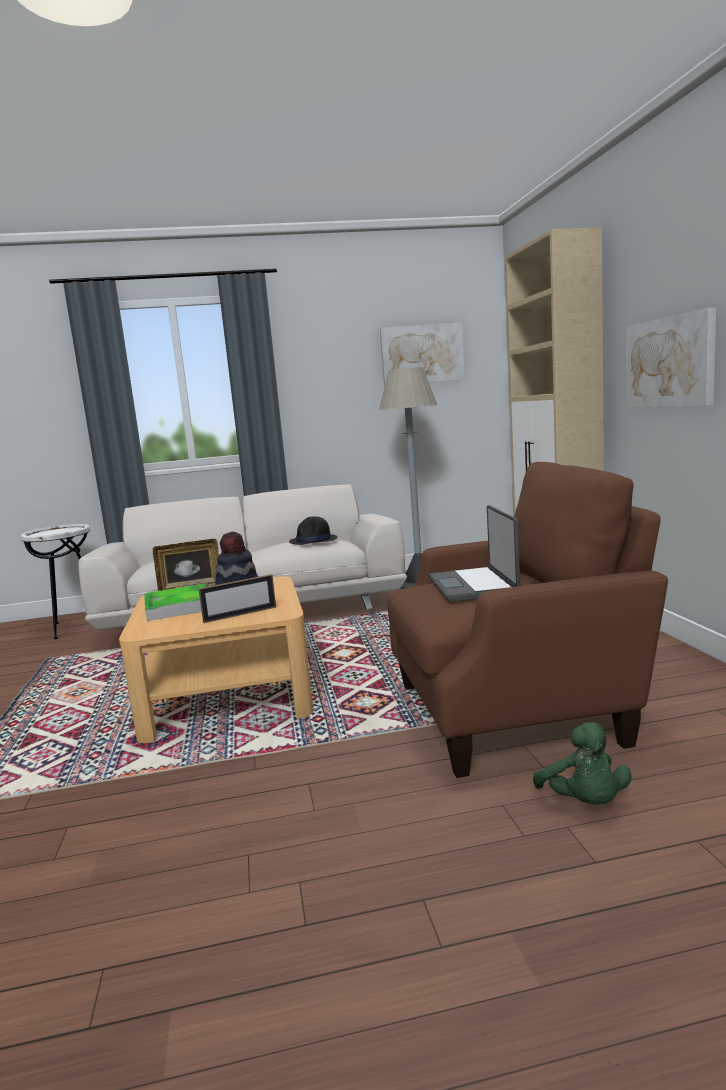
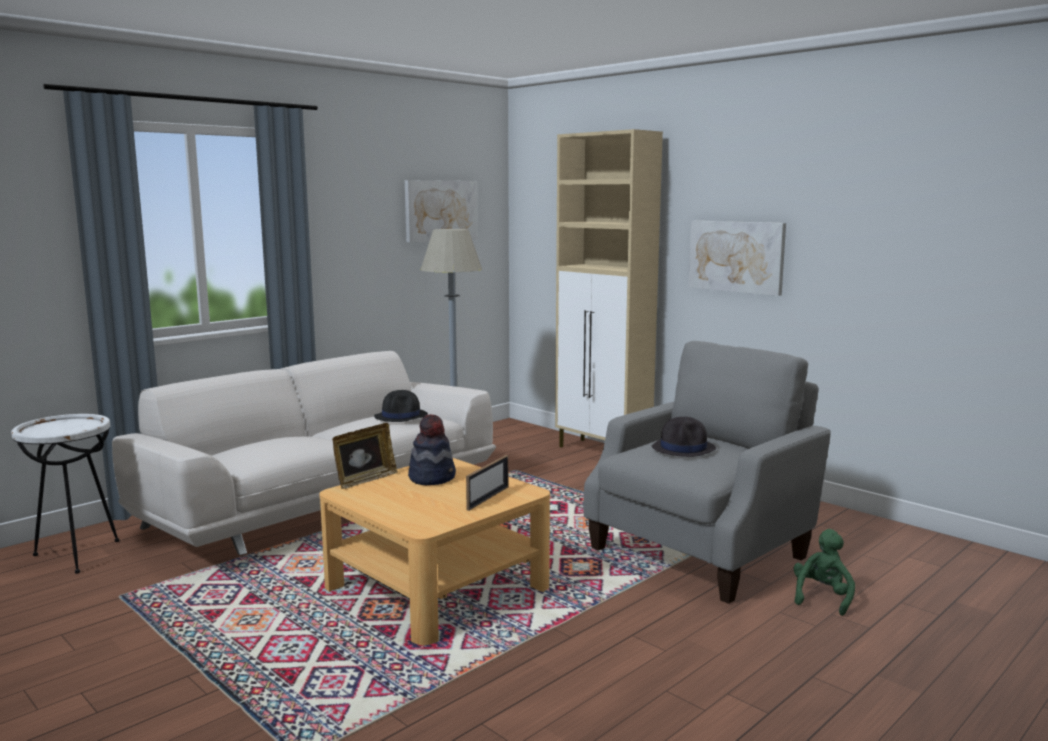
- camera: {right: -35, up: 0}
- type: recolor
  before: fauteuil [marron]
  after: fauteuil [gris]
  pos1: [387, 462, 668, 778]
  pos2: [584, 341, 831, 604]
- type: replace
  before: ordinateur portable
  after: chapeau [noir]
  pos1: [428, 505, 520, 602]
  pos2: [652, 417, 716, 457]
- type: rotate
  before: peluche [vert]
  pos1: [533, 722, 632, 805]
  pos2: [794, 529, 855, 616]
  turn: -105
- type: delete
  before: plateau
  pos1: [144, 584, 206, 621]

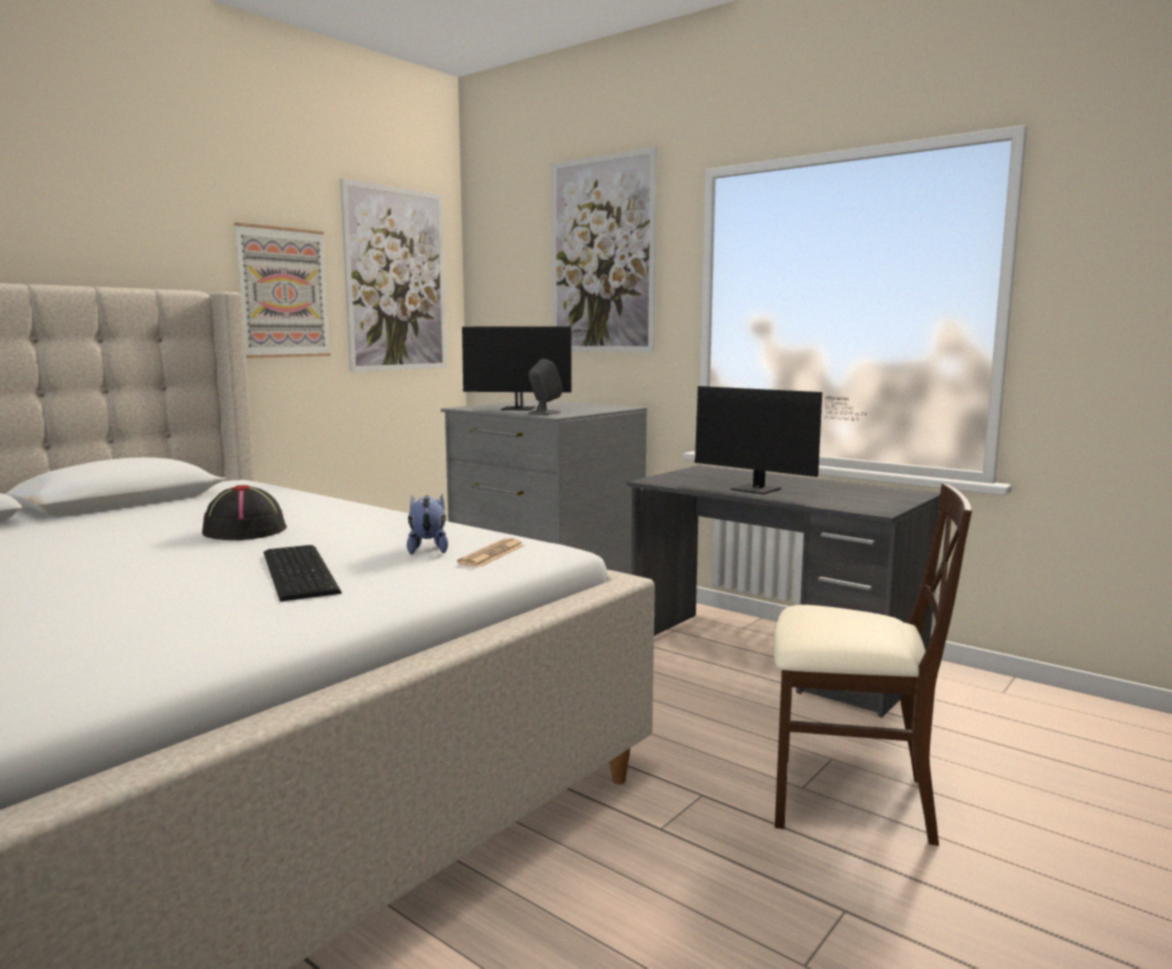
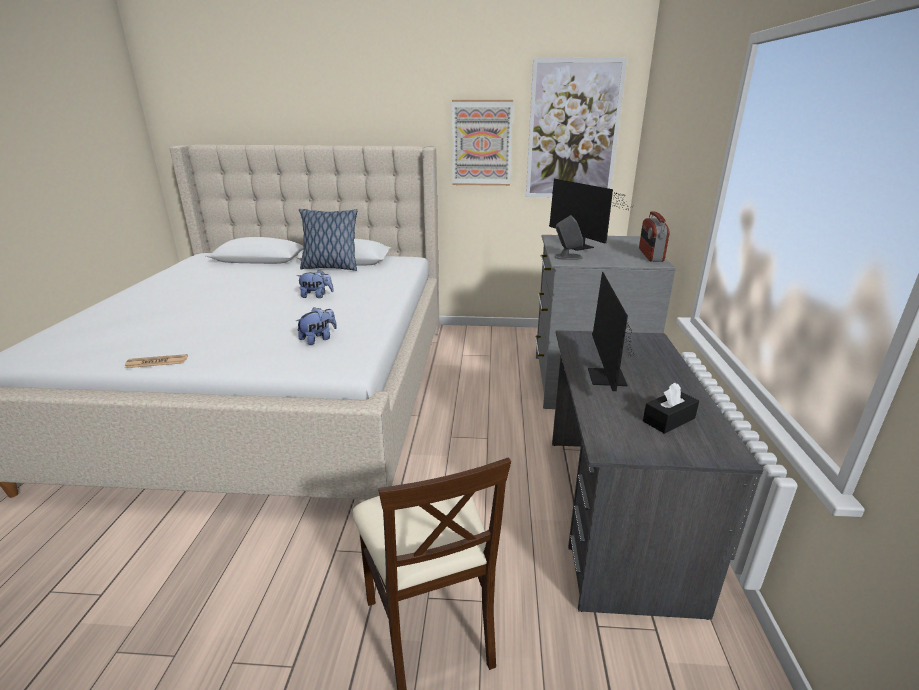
- camera: {right: 55, up: 15}
- type: move
  before: journal
  pos1: [457, 538, 525, 567]
  pos2: [125, 354, 188, 368]
- type: replace
  before: chapeau [noir]
  after: peluche
  pos1: [202, 485, 287, 540]
  pos2: [297, 270, 334, 298]
- type: insert
  after: coussin
  pos2: [299, 209, 357, 271]
- type: insert
  after: radio
  pos2: [639, 211, 670, 262]
- type: insert
  after: boîte à mouchoirs [noir]
  pos2: [643, 382, 699, 434]
- type: delete
  before: clavier
  pos1: [264, 545, 342, 602]
- type: delete
  before: tableau
  pos1: [551, 147, 658, 353]

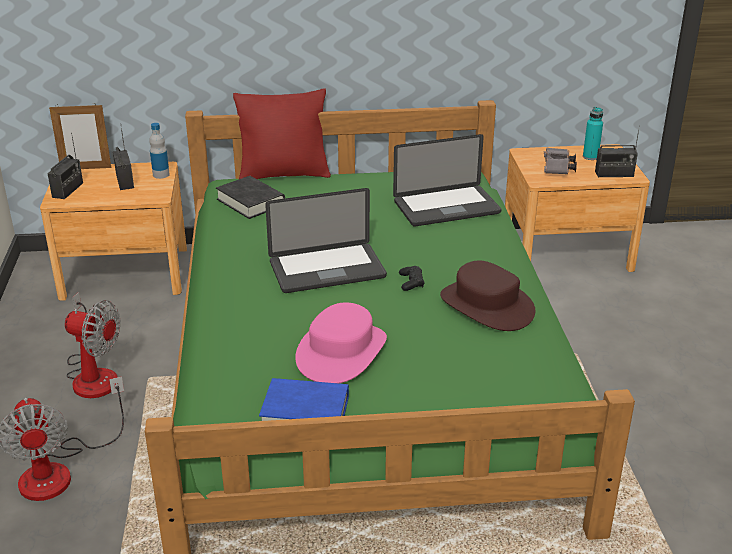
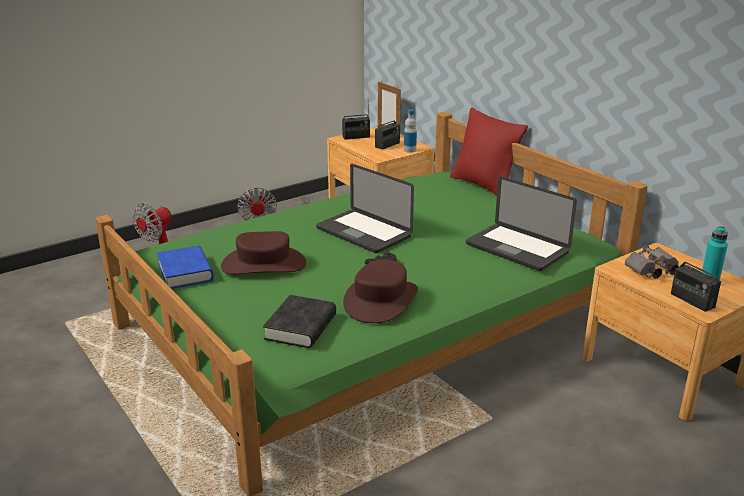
- camera: {right: 60, up: -5}
- type: recolor
  before: chapeau [rose]
  after: chapeau [marron]
  pos1: [295, 302, 387, 383]
  pos2: [221, 231, 306, 274]
- type: move
  before: livre [noir]
  pos1: [216, 176, 285, 219]
  pos2: [263, 295, 336, 348]

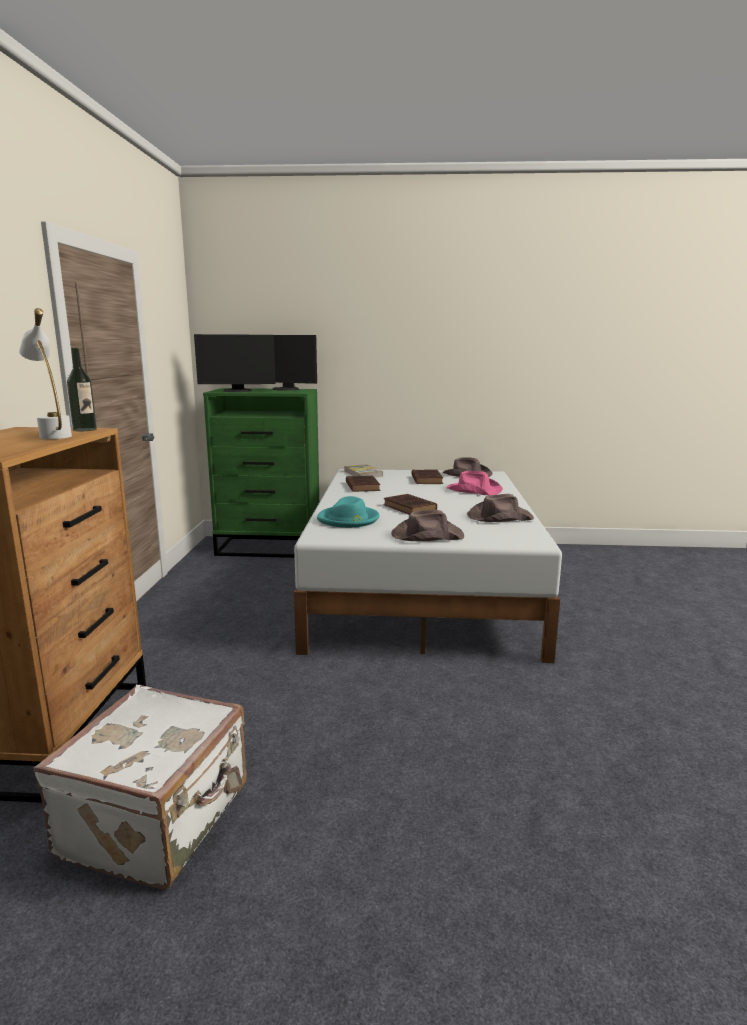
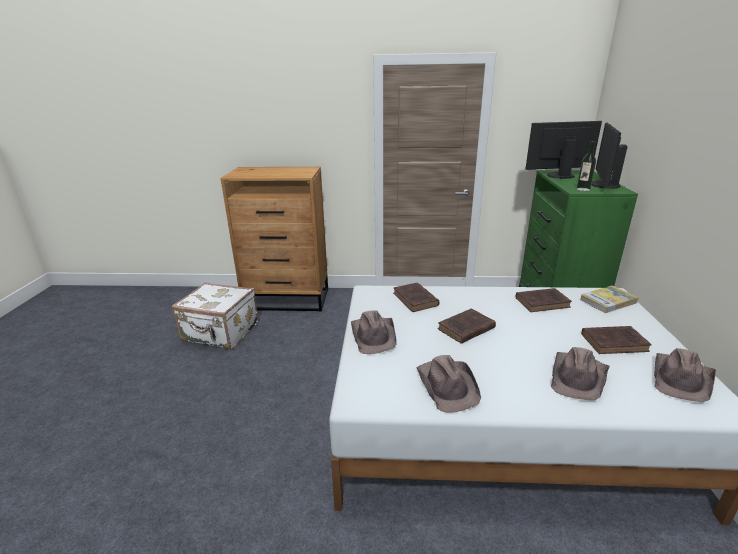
- camera: {right: 90, up: 10}
- type: replace
  before: chapeau [turquoise]
  after: livre [marron]
  pos1: [317, 496, 380, 528]
  pos2: [393, 282, 439, 312]
- type: rotate
  before: écran d'ordinateur
  pos1: [194, 334, 276, 392]
  pos2: [525, 121, 602, 179]
  turn: 90
- type: recolor
  before: chapeau [rose]
  after: chapeau [marron]
  pos1: [447, 471, 503, 495]
  pos2: [551, 347, 610, 401]
- type: move
  before: bouteille
  pos1: [67, 348, 97, 431]
  pos2: [577, 141, 596, 191]
- type: delete
  before: lampe de table [blanc]
  pos1: [19, 308, 72, 439]

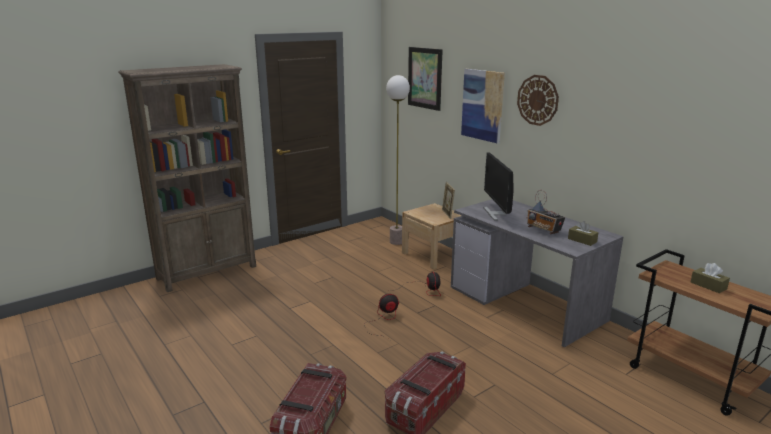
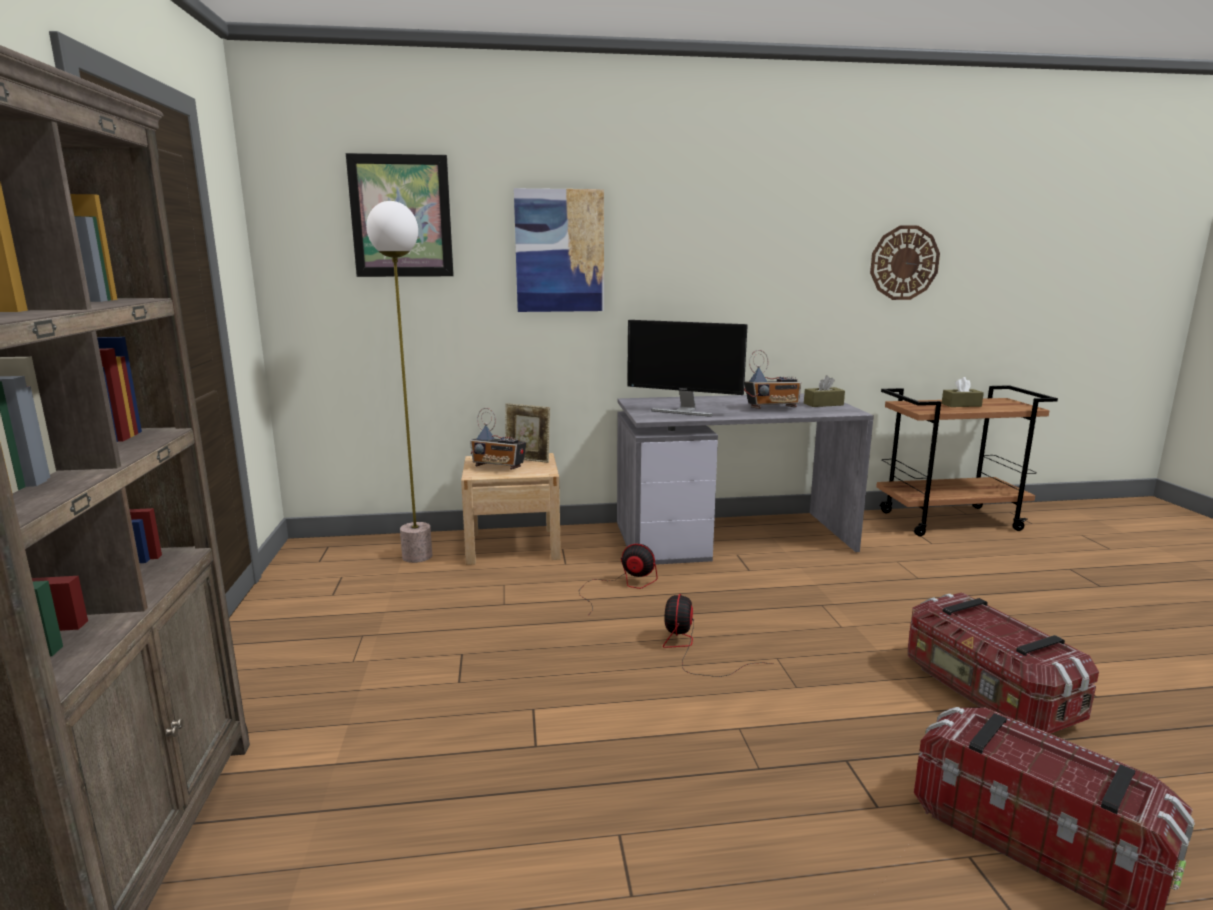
- camera: {right: -60, up: -5}
- type: insert
  after: radio
  pos2: [470, 408, 527, 470]
- type: move
  before: horloge murale
  pos1: [517, 75, 559, 126]
  pos2: [870, 226, 940, 300]

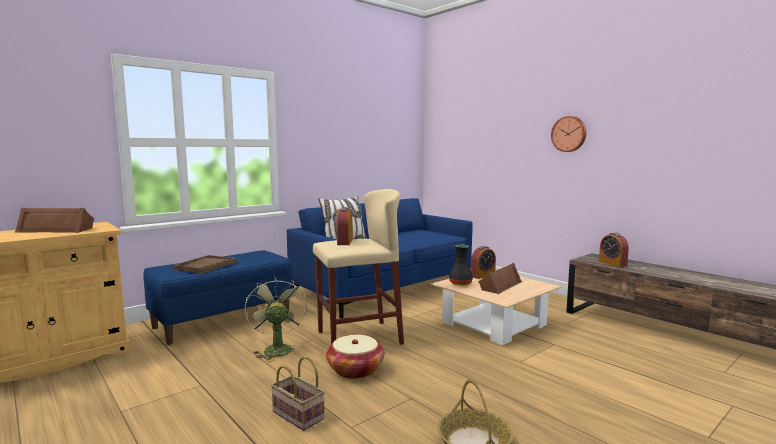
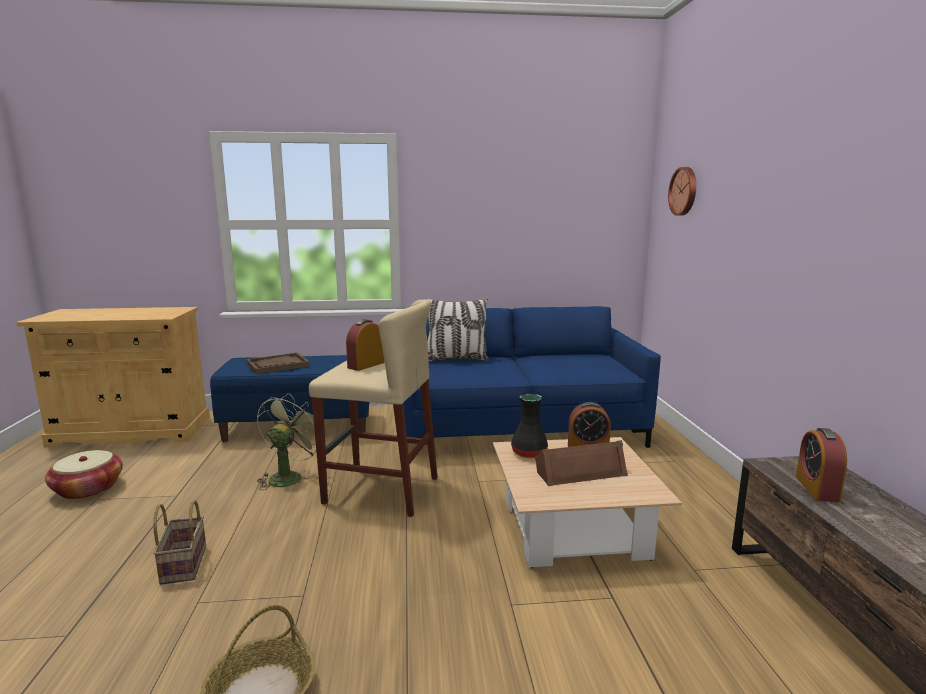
- camera: {right: 35, up: 5}
- type: move
  before: panier
  pos1: [326, 335, 384, 379]
  pos2: [45, 450, 123, 500]
- type: move
  before: horloge murale
  pos1: [551, 116, 586, 152]
  pos2: [668, 167, 696, 216]
- type: delete
  before: enceinte [marron]
  pos1: [15, 208, 94, 233]

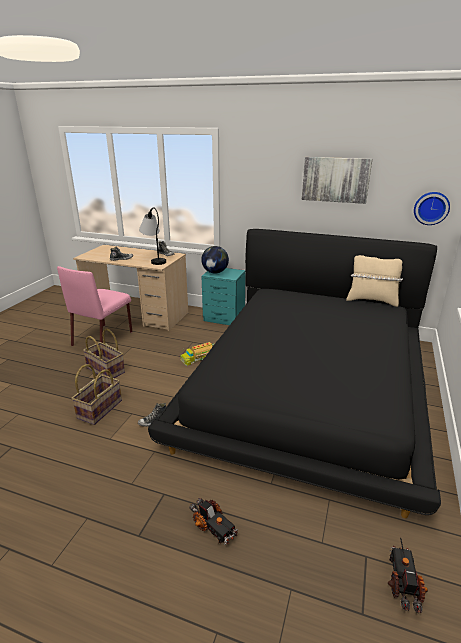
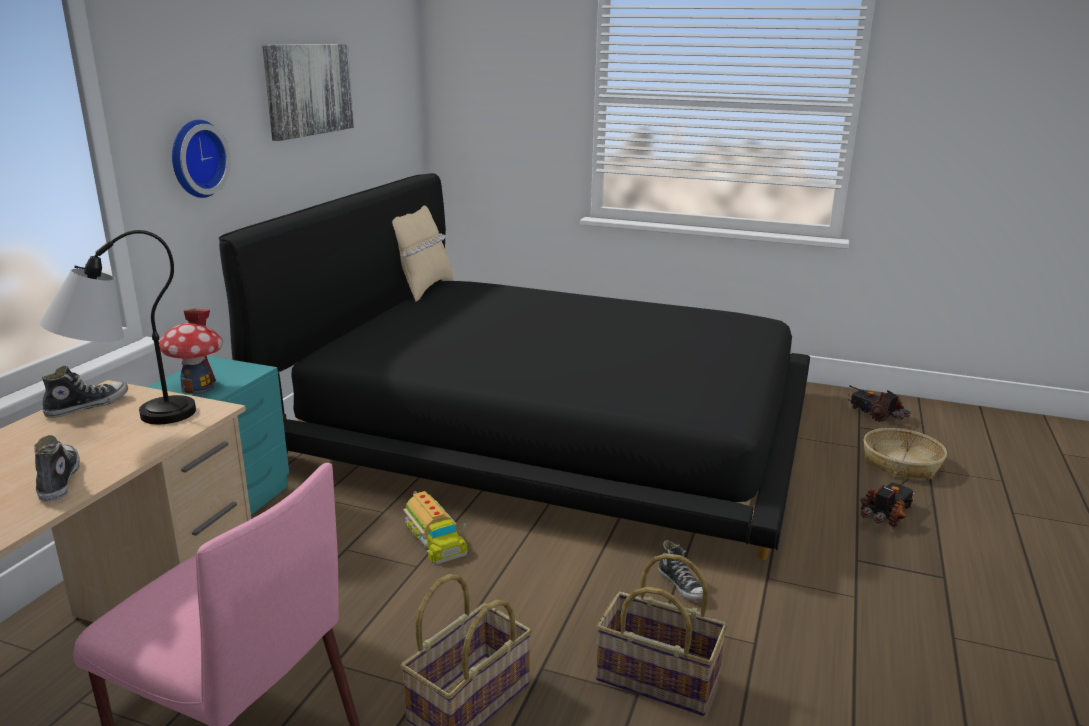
- camera: {right: -90, up: -5}
- type: replace
  before: globe
  after: maison miniature
  pos1: [201, 246, 229, 273]
  pos2: [159, 308, 223, 394]
- type: move
  before: horloge murale
  pos1: [414, 192, 450, 225]
  pos2: [172, 120, 231, 198]
- type: rotate
  before: camion jouet
  pos1: [388, 538, 428, 613]
  pos2: [848, 385, 911, 422]
  turn: 45
- type: insert
  after: panier
  pos2: [864, 428, 947, 479]

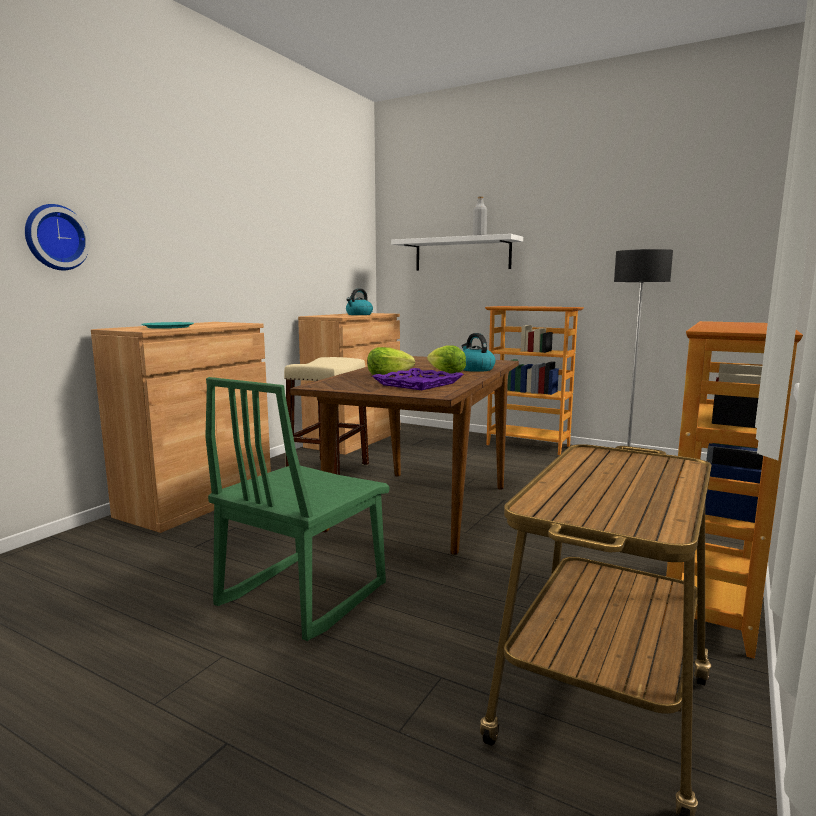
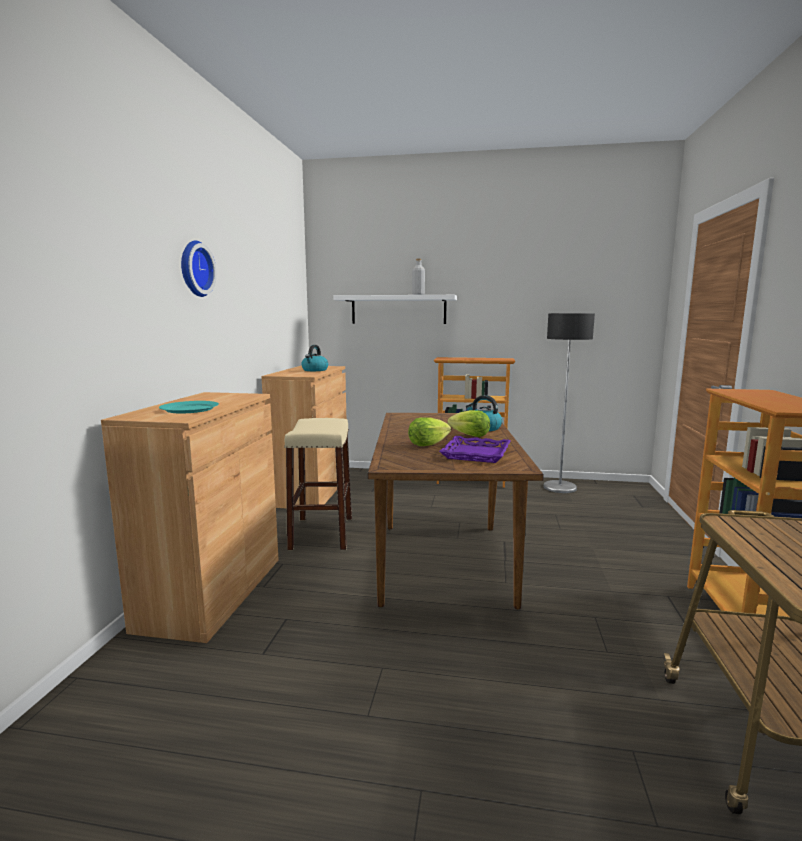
- camera: {right: -20, up: 0}
- type: move
  before: horloge murale
  pos1: [25, 204, 90, 270]
  pos2: [181, 240, 217, 297]
- type: delete
  before: chaise [vert]
  pos1: [205, 377, 390, 641]

